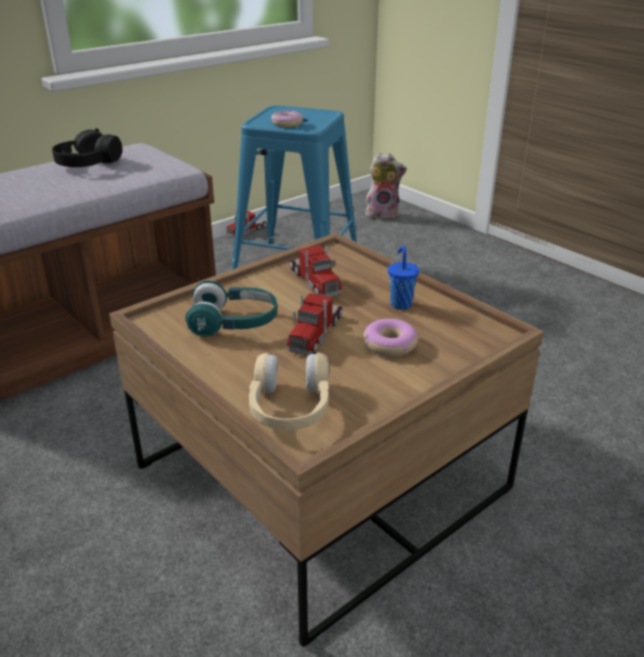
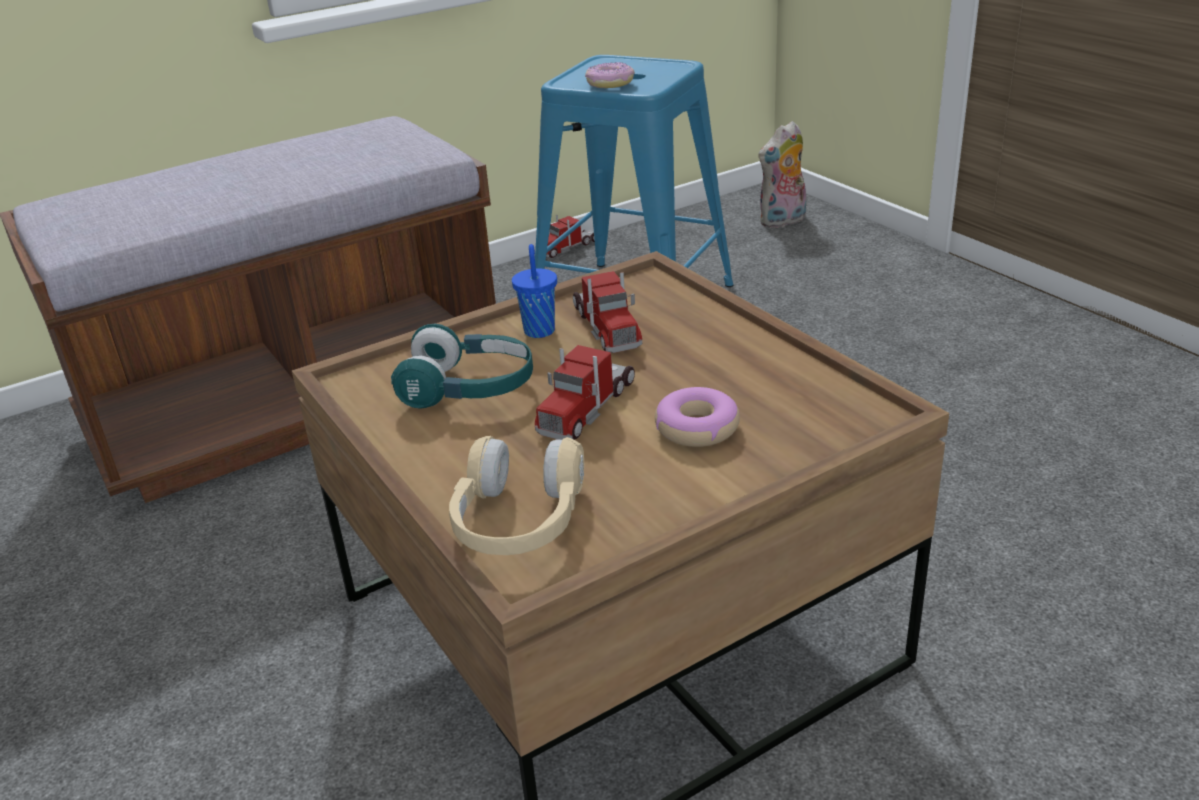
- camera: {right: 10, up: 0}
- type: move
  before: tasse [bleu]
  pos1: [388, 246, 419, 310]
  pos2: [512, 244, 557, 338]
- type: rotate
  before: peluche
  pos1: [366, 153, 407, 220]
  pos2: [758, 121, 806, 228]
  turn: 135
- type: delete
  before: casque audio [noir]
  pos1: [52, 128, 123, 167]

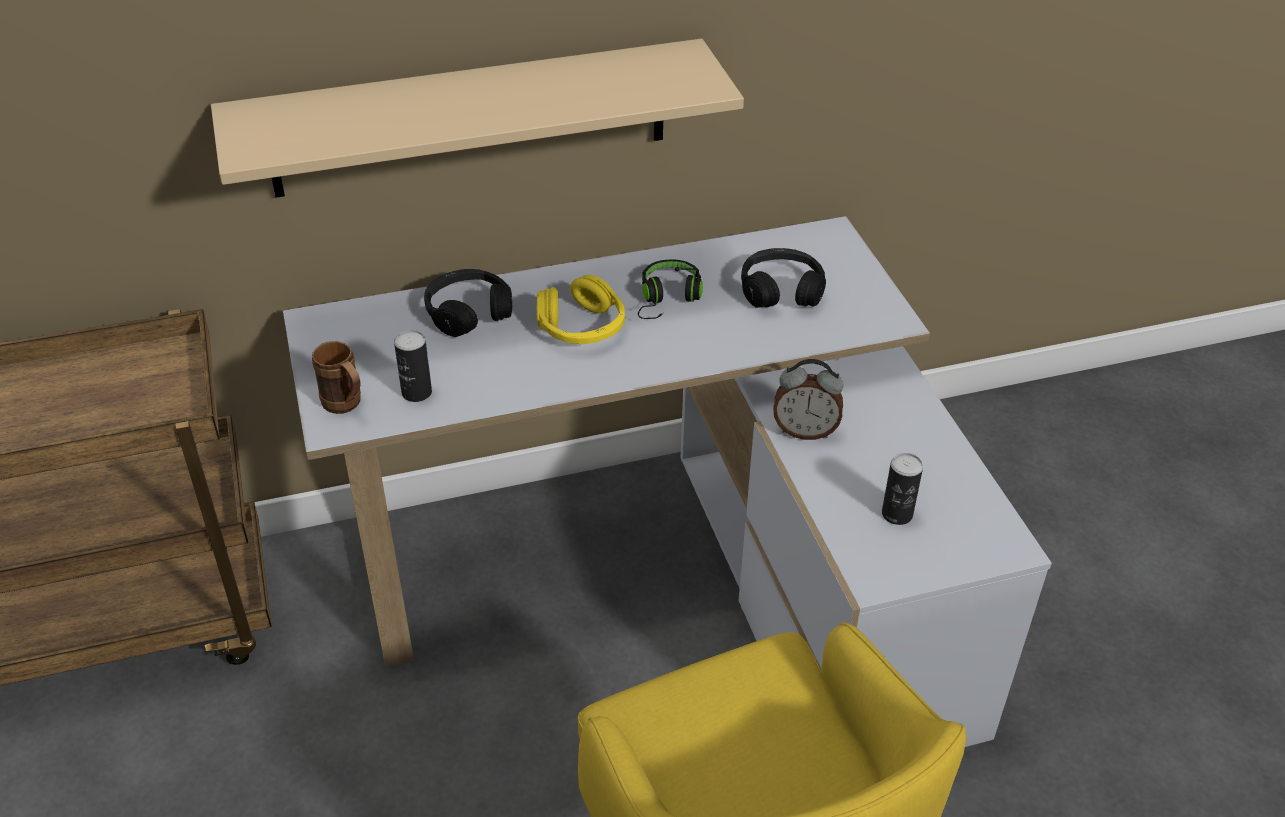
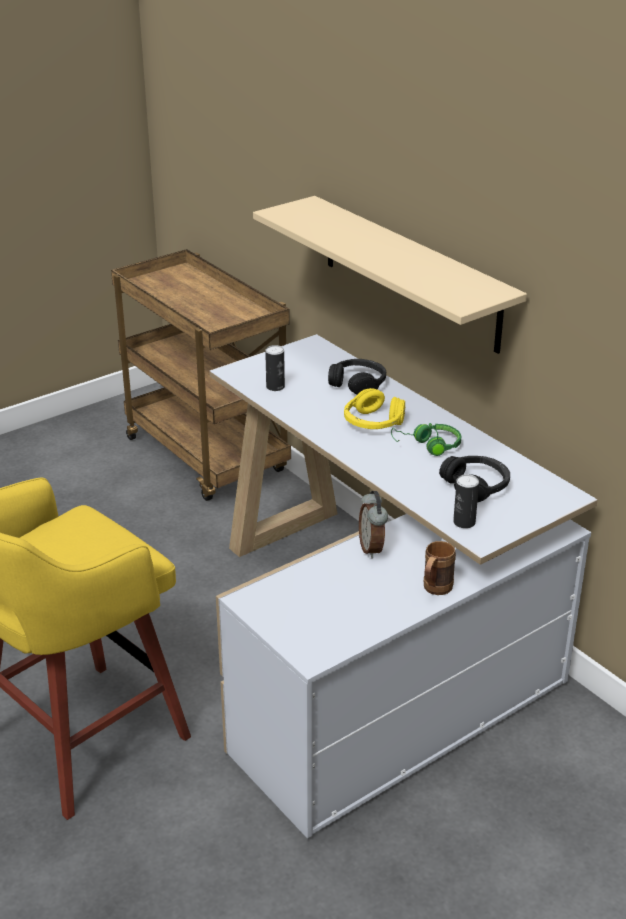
- camera: {right: 70, up: -10}
- type: recolor
  before: casque audio [noir]
  after: casque audio [vert]
  pos1: [638, 260, 703, 319]
  pos2: [391, 423, 461, 456]
- type: move
  before: mug [marron]
  pos1: [312, 341, 361, 414]
  pos2: [424, 541, 456, 595]
- type: move
  before: boîte métallique
  pos1: [882, 453, 923, 525]
  pos2: [453, 474, 479, 528]

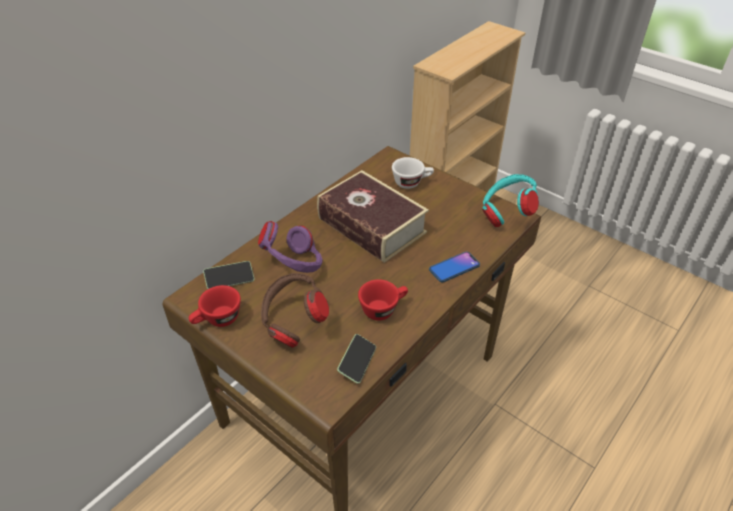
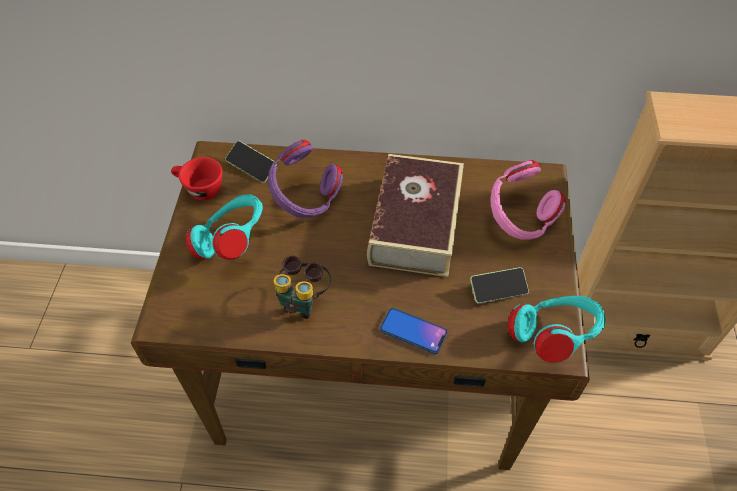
- camera: {right: 55, up: 10}
- type: recolor
  before: casque audio [marron]
  after: casque audio [turquoise]
  pos1: [261, 273, 329, 348]
  pos2: [186, 194, 263, 260]
- type: replace
  before: tasse [rouge]
  after: jumelles
  pos1: [358, 279, 408, 321]
  pos2: [273, 256, 331, 319]
- type: move
  before: téléphone
  pos1: [337, 334, 376, 384]
  pos2: [470, 267, 529, 304]
- type: replace
  before: tasse [blanc]
  after: casque audio [rose]
  pos1: [392, 157, 434, 189]
  pos2: [491, 160, 566, 240]

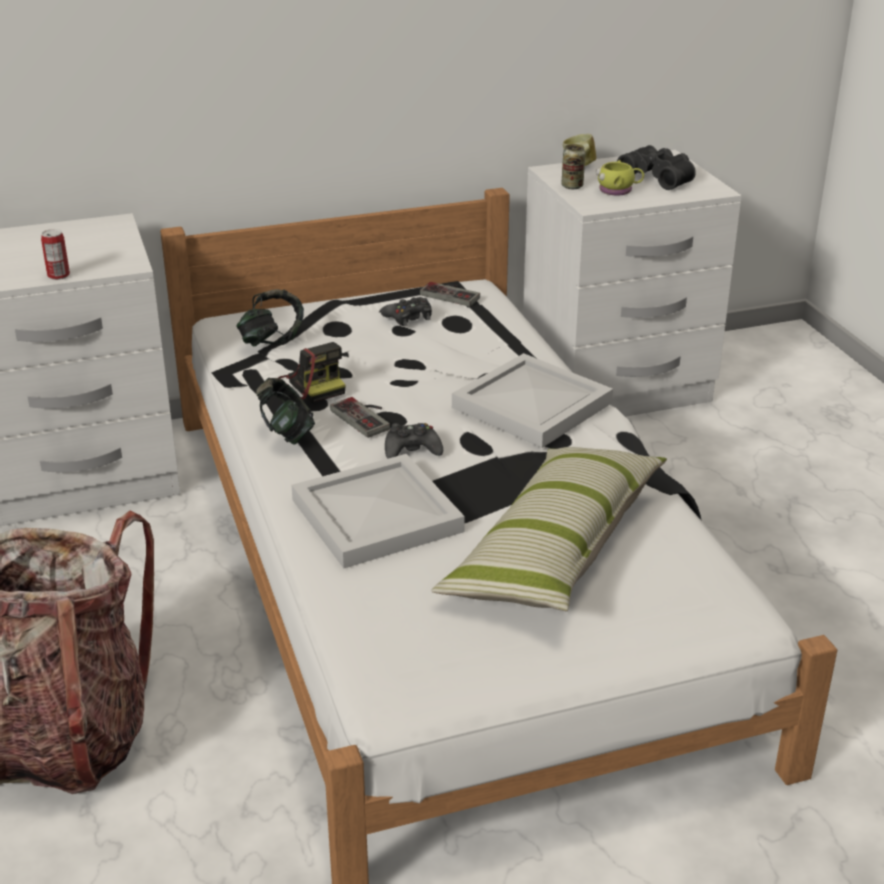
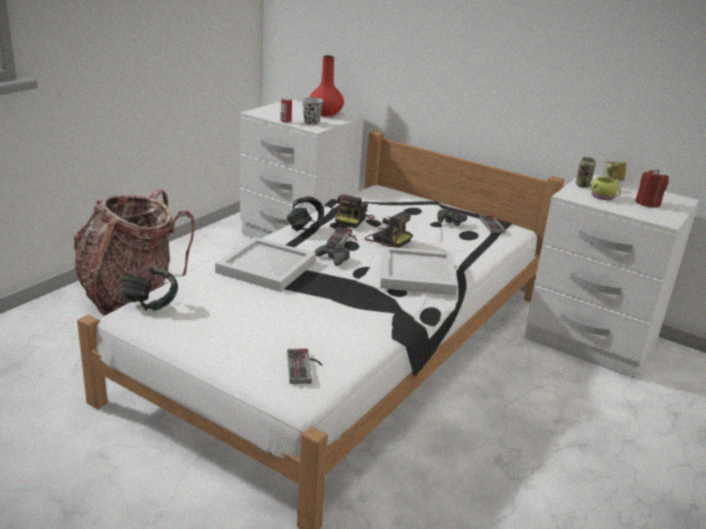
- camera: {right: 50, up: -5}
- type: move
  before: casque audio
  pos1: [236, 289, 304, 347]
  pos2: [119, 267, 178, 311]
- type: insert
  after: manette
  pos2: [287, 349, 323, 384]
- type: insert
  after: tasse [noir]
  pos2: [302, 97, 323, 125]
- type: insert
  after: vase [rouge]
  pos2: [309, 55, 344, 117]
- type: insert
  after: appareil photo
  pos2: [364, 212, 411, 248]
- type: replace
  before: jumelles [noir]
  after: bougie [rouge]
  pos1: [617, 145, 696, 190]
  pos2: [635, 169, 669, 208]
- type: delete
  before: coussin
  pos1: [431, 447, 667, 611]

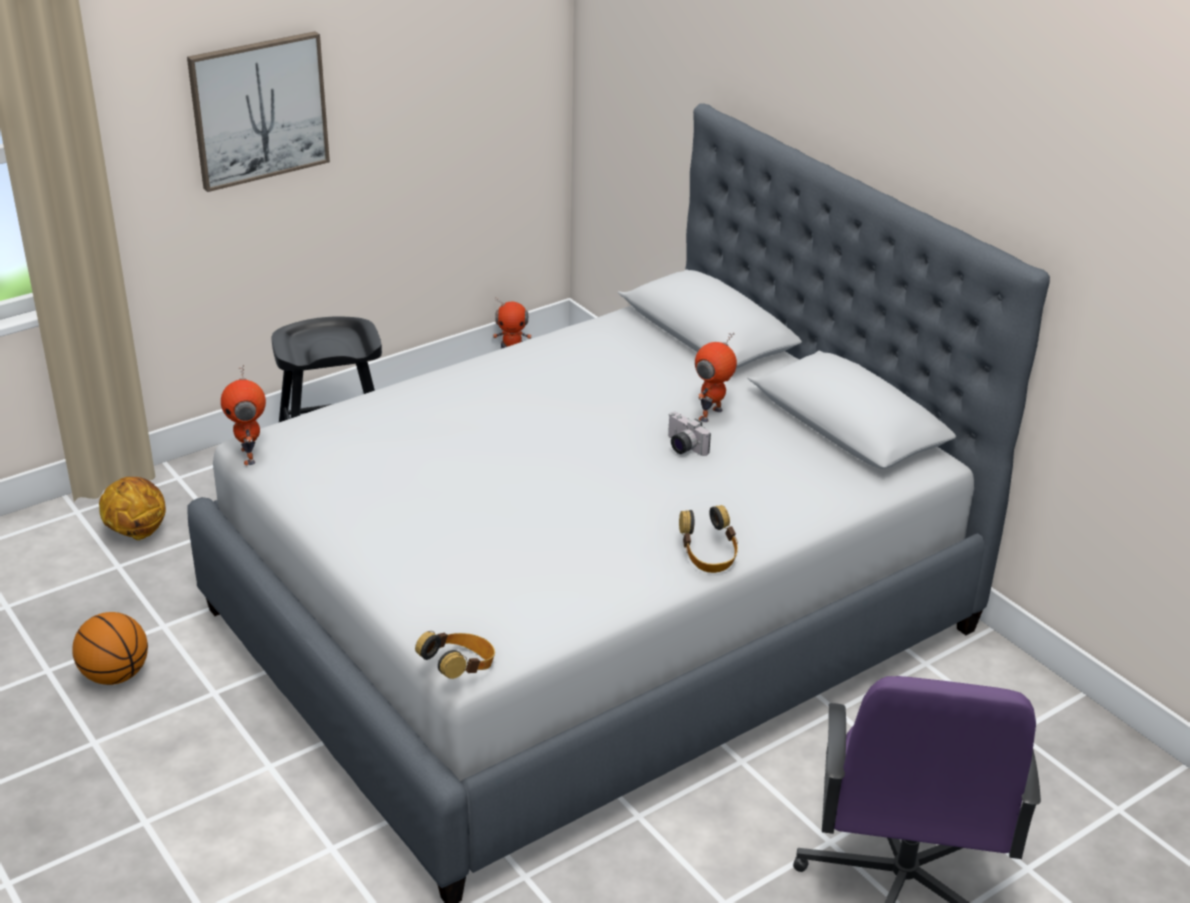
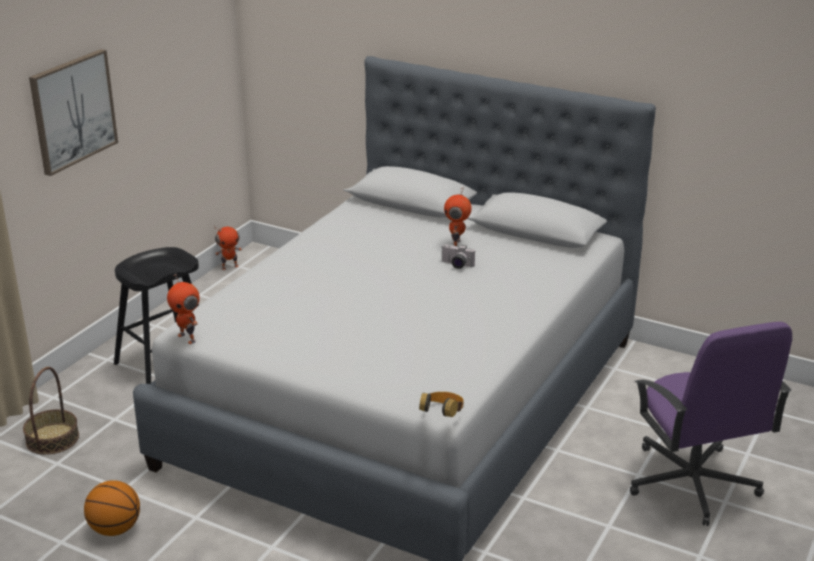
- camera: {right: -25, up: -5}
- type: replace
  before: ballon de basket
  after: panier
  pos1: [99, 477, 166, 540]
  pos2: [23, 367, 79, 455]
- type: delete
  before: casque audio
  pos1: [679, 505, 738, 573]

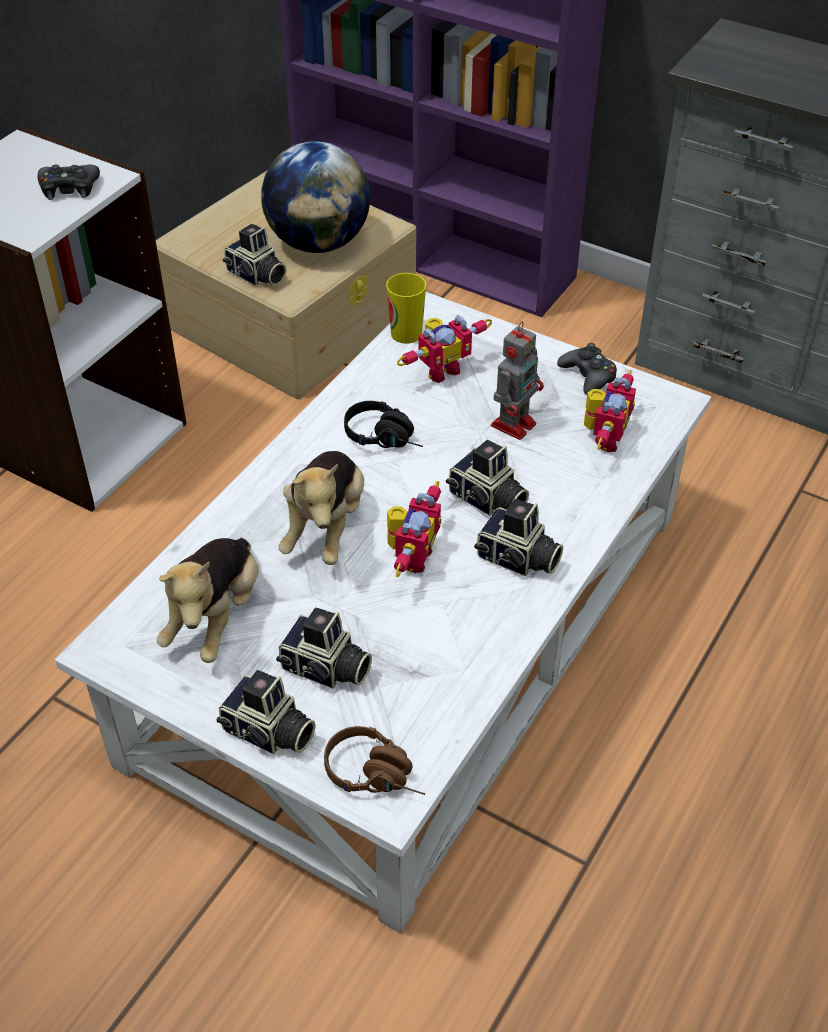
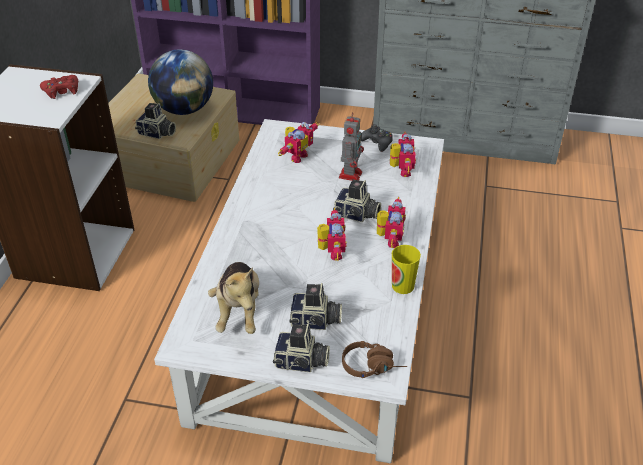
- camera: {right: -20, up: -5}
- type: recolor
  before: manette [noir]
  after: manette [rouge]
  pos1: [37, 164, 100, 200]
  pos2: [40, 75, 78, 99]
- type: replace
  before: appareil photo
  after: robot jouet
  pos1: [474, 499, 563, 576]
  pos2: [377, 197, 406, 248]
- type: move
  before: tasse
  pos1: [386, 273, 426, 344]
  pos2: [392, 245, 421, 294]
- type: delete
  before: peluche
  pos1: [279, 451, 364, 565]
- type: delete
  before: casque audio [noir]
  pos1: [344, 401, 423, 448]

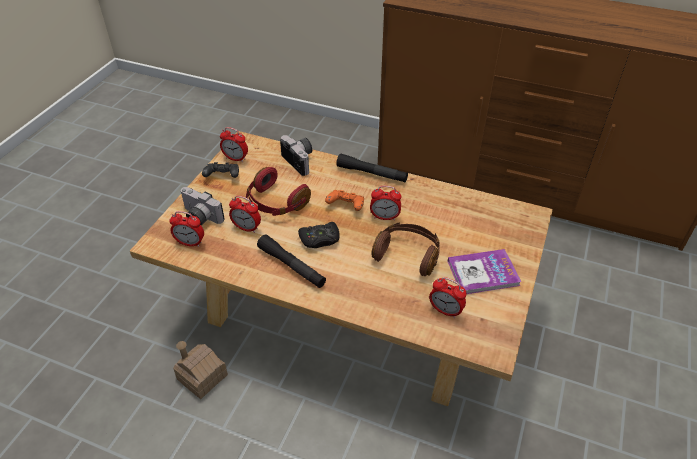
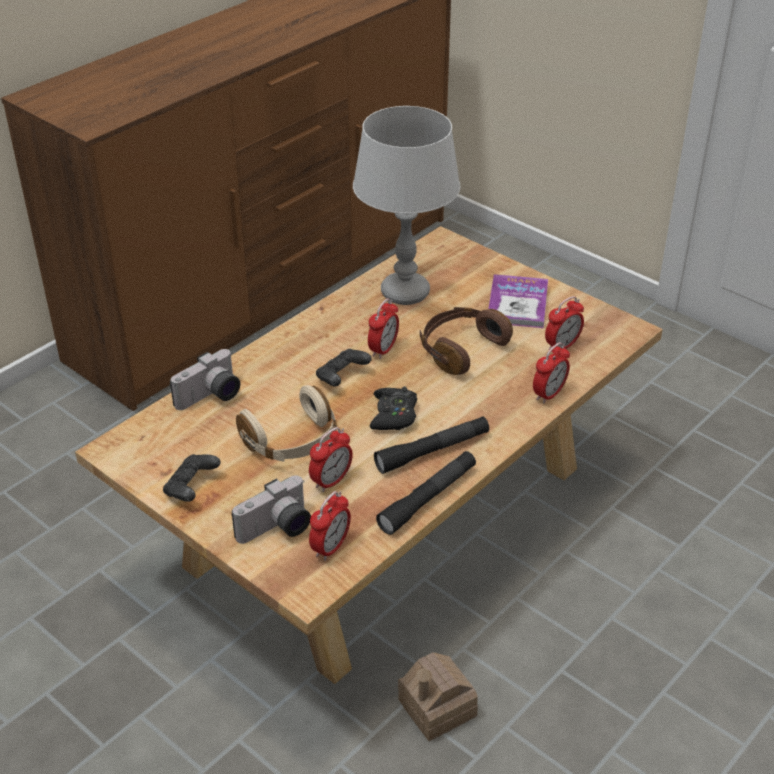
- camera: {right: -70, up: -5}
- type: rotate
  before: appareil photo
  pos1: [280, 135, 312, 176]
  pos2: [170, 349, 240, 410]
  turn: 150
- type: recolor
  before: casque audio [rouge]
  after: casque audio [beige]
  pos1: [246, 167, 311, 216]
  pos2: [236, 385, 337, 462]
- type: recolor
  before: manette [orange]
  after: manette [noir]
  pos1: [325, 190, 364, 211]
  pos2: [316, 349, 372, 386]
- type: insert
  after: lampe de table [gris]
  pos2: [353, 106, 461, 305]
- type: move
  before: lampe de poche [noir]
  pos1: [336, 153, 408, 182]
  pos2: [376, 451, 476, 535]
- type: move
  before: réveil
  pos1: [220, 127, 248, 162]
  pos2: [533, 342, 570, 404]

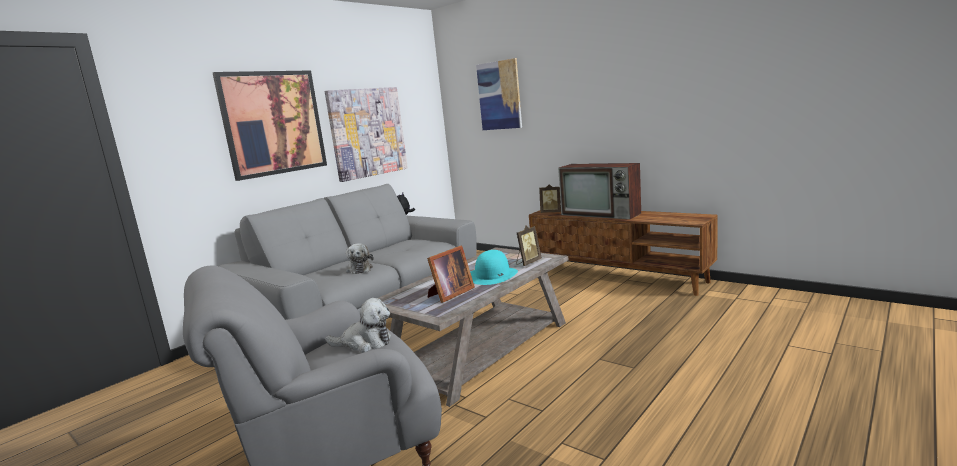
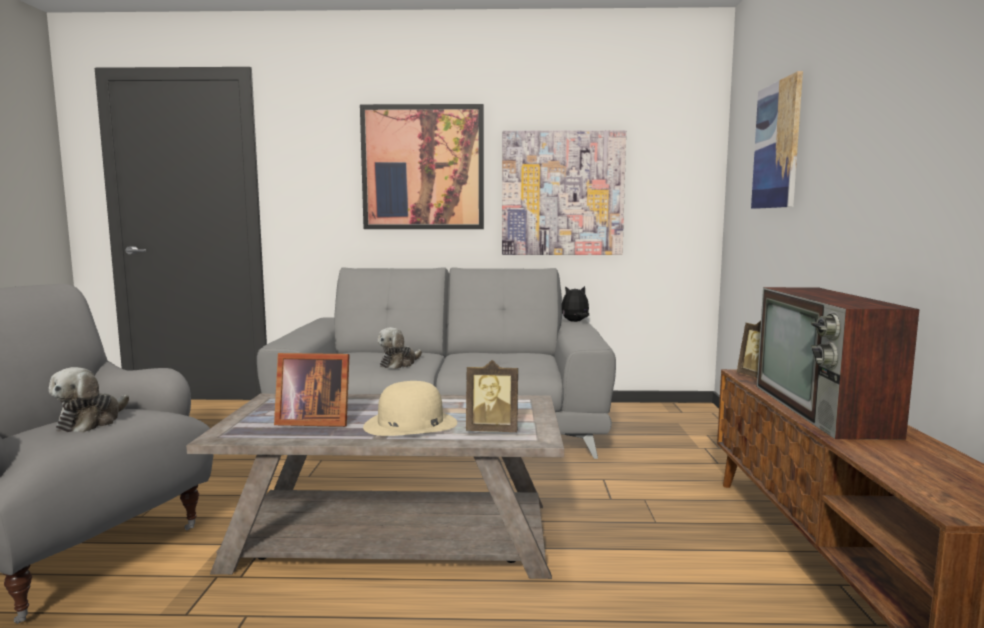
- camera: {right: 50, up: -5}
- type: rotate
  before: peluche
  pos1: [325, 298, 391, 353]
  pos2: [48, 367, 129, 432]
  turn: 45
- type: recolor
  before: chapeau [turquoise]
  after: chapeau [beige]
  pos1: [470, 250, 518, 285]
  pos2: [363, 381, 457, 436]

